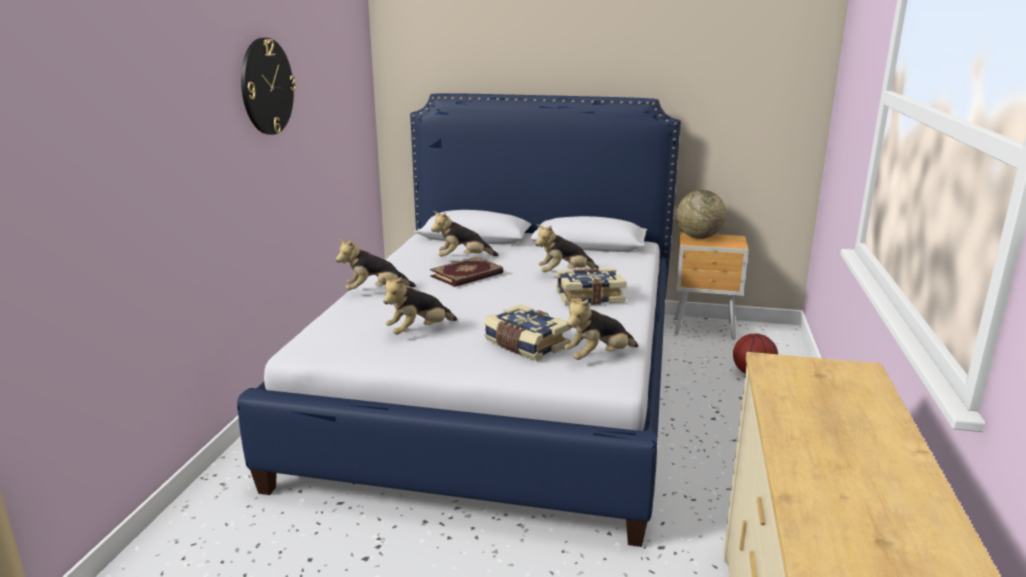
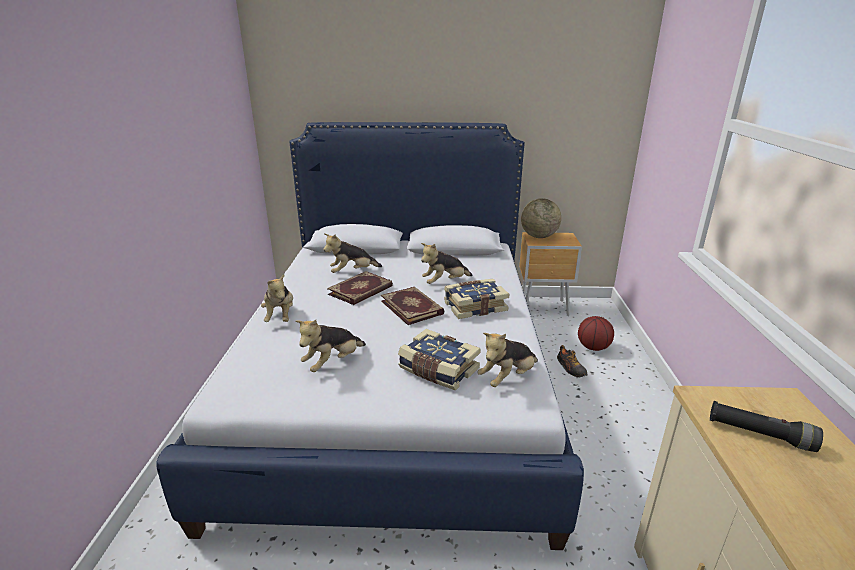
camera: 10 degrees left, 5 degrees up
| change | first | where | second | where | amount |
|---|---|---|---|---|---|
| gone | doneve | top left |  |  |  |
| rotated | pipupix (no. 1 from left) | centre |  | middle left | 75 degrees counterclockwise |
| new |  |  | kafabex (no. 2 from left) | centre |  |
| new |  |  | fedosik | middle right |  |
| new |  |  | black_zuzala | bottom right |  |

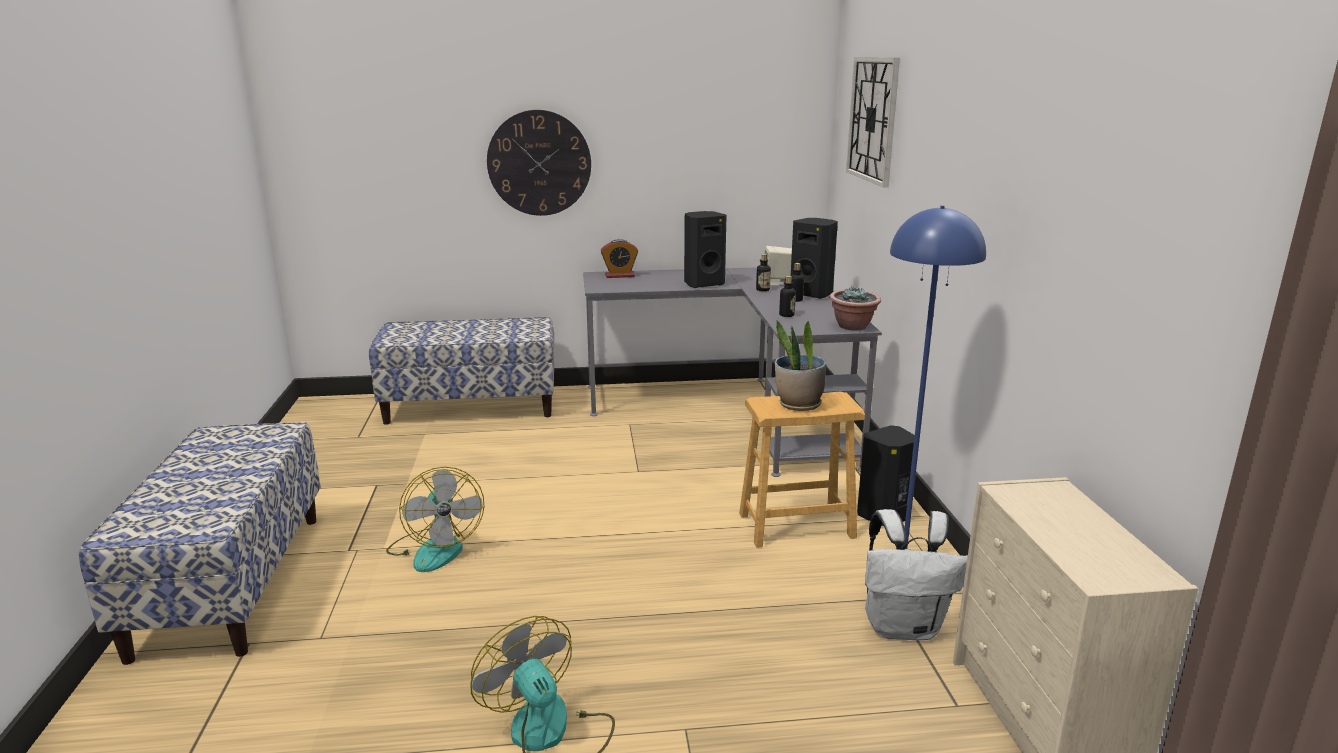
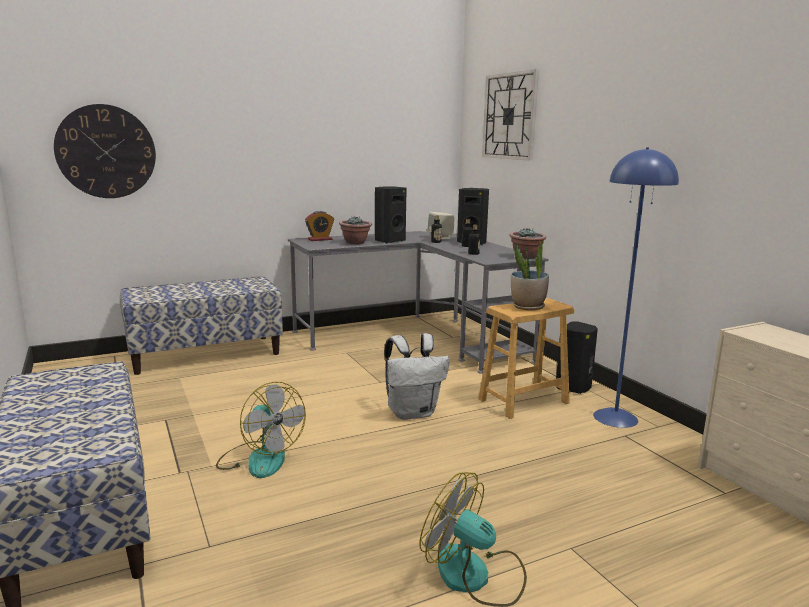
camera: 20 degrees left, 5 degrees down
| change | first | where | second | where | amount |
|---|---|---|---|---|---|
| shifted | doneve (no. 1 from left) | top centre |  | top left |  |
| shifted | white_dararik | bottom right |  | centre |  |
| new |  |  | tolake (no. 1 from left) | centre |  |

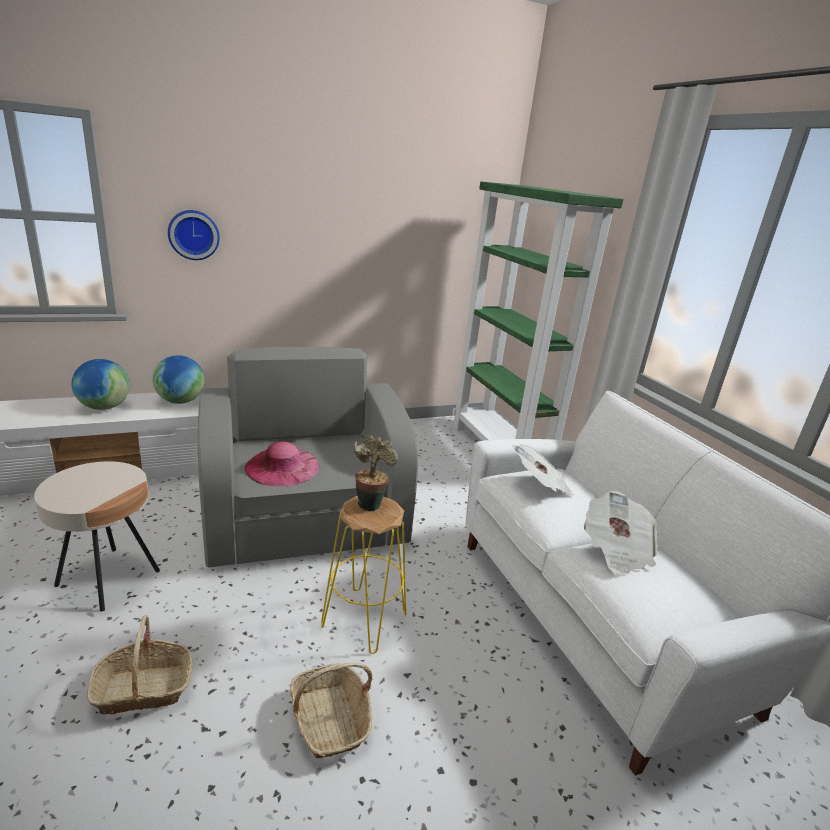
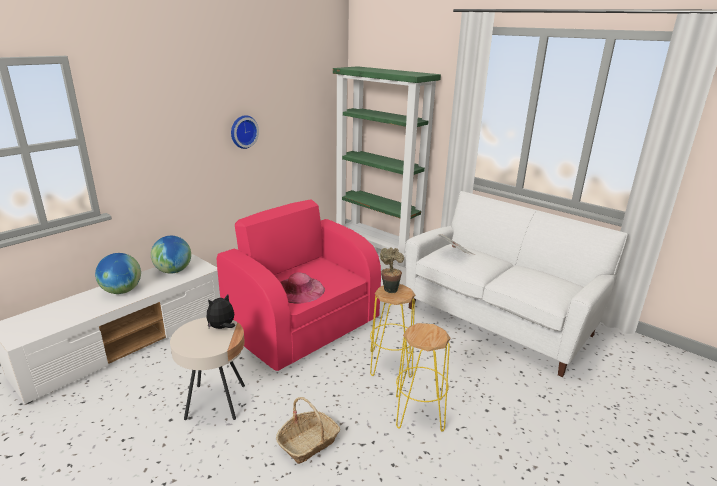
camera: 25 degrees left, 0 degrees up
| change | first | where | second | where | amount |
|---|---|---|---|---|---|
| shifted | doneve | top left |  | top centre |  |
| repainted | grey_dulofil | centre | pink_dulofil | centre |  |
| swapped | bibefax (no. 2 from left) | bottom centre | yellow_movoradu (no. 2 from left) | bottom centre |  |
| gone | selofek (no. 2 from left) | middle right |  |  |  |
| new |  |  | pipupix | middle left |  |

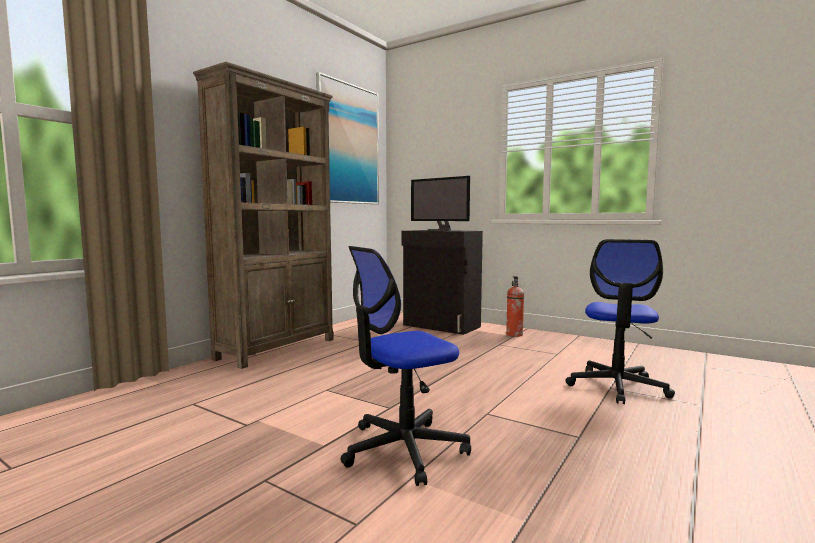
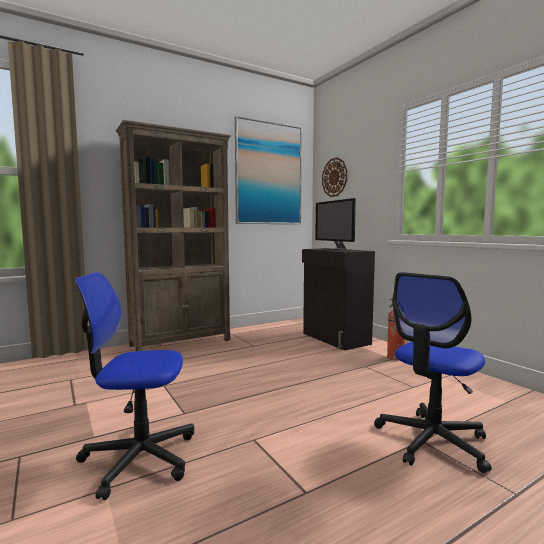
camera: 25 degrees right, 0 degrees up
| change | first | where | second | where | amount |
|---|---|---|---|---|---|
| new |  |  | doneve | top centre |  |

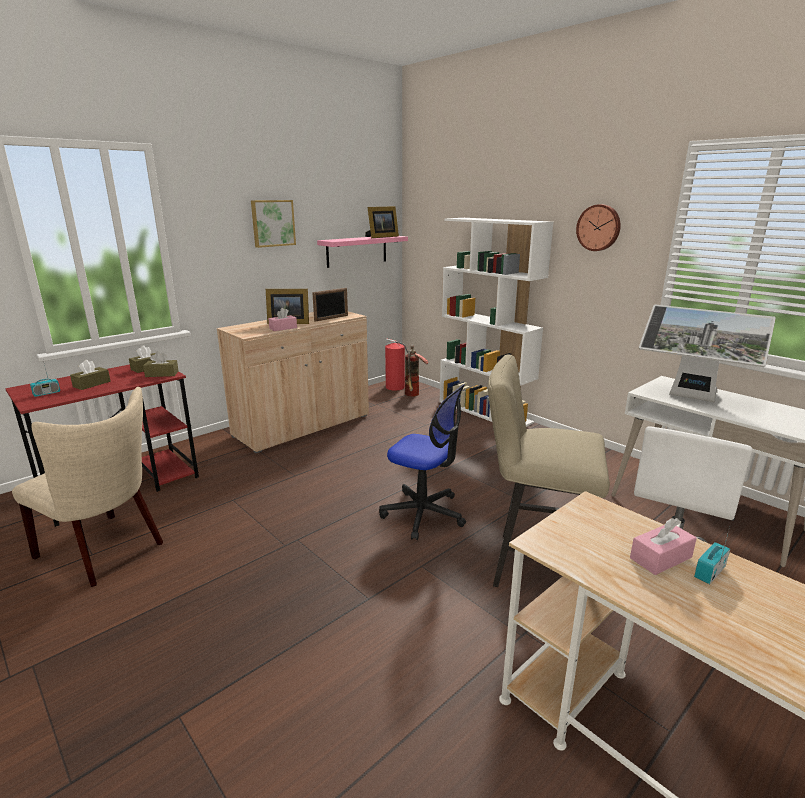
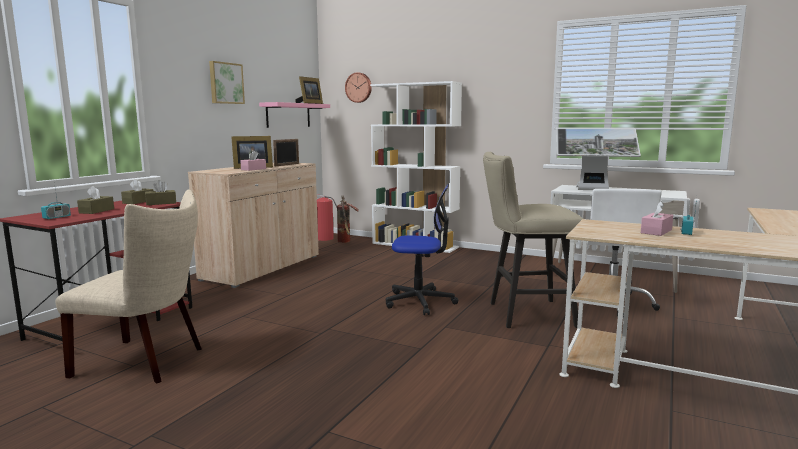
camera: 20 degrees left, 10 degrees down
| change | first | where | second | where | amount |
|---|---|---|---|---|---|
| shifted | doneve | top right |  | top centre |  |

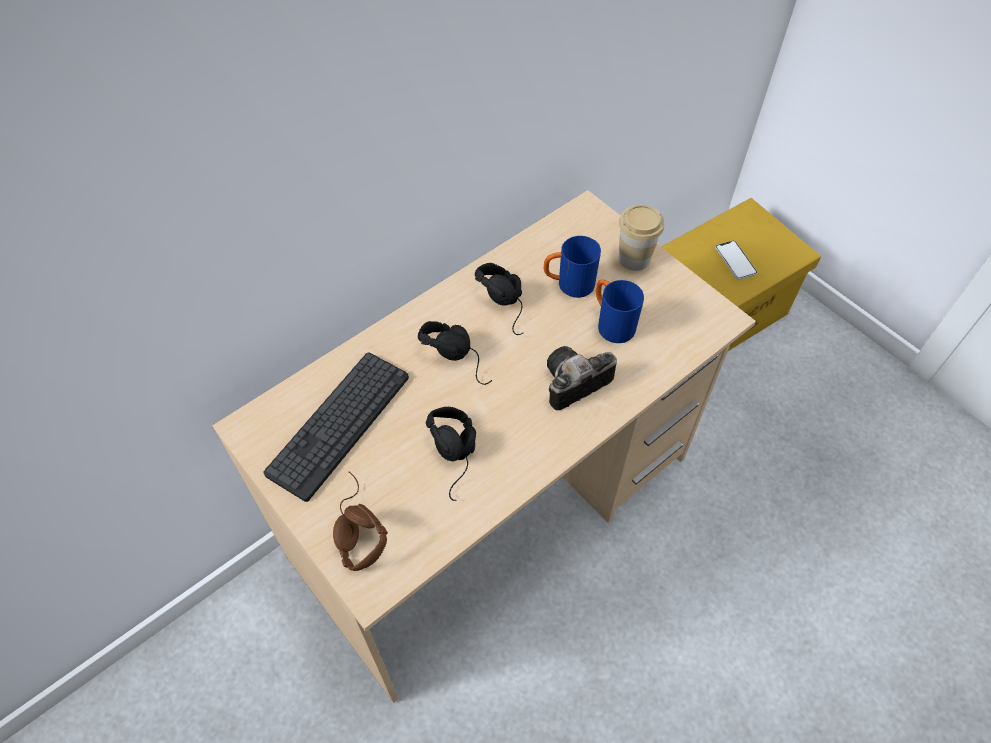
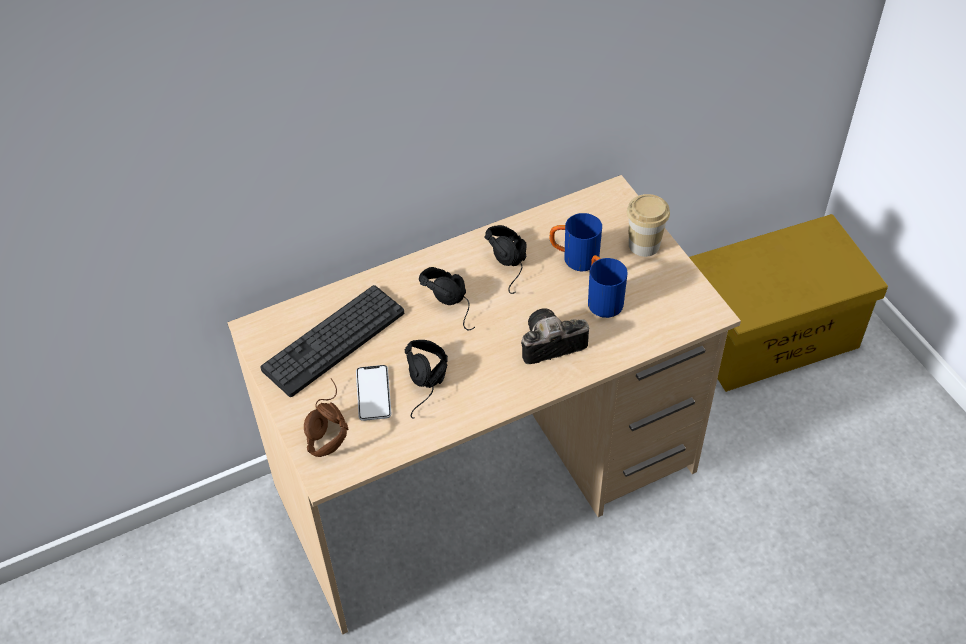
camera: 15 degrees right, 5 degrees down
| change | first | where | second | where | amount |
|---|---|---|---|---|---|
| shifted | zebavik | middle right |  | centre |  |

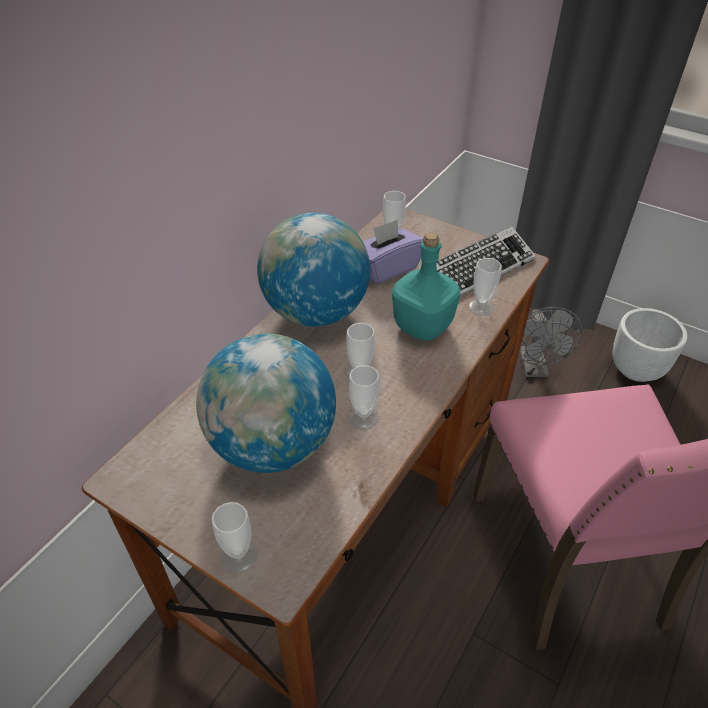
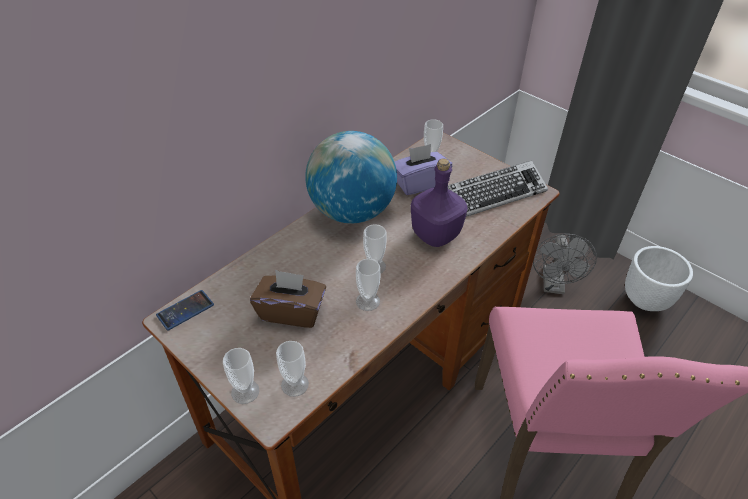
camera: 10 degrees right, 0 degrees up
| change | first | where | second | where | amount |
|---|---|---|---|---|---|
| swapped | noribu (no. 1 from left) | centre | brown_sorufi | centre |  |
| repainted | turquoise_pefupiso | centre | purple_pefupiso | centre |  |
| shifted | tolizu (no. 5 from left in the first image) | middle right | tolizu (no. 2 from left) | bottom centre |  |
| new |  |  | zebavik | middle left |  |

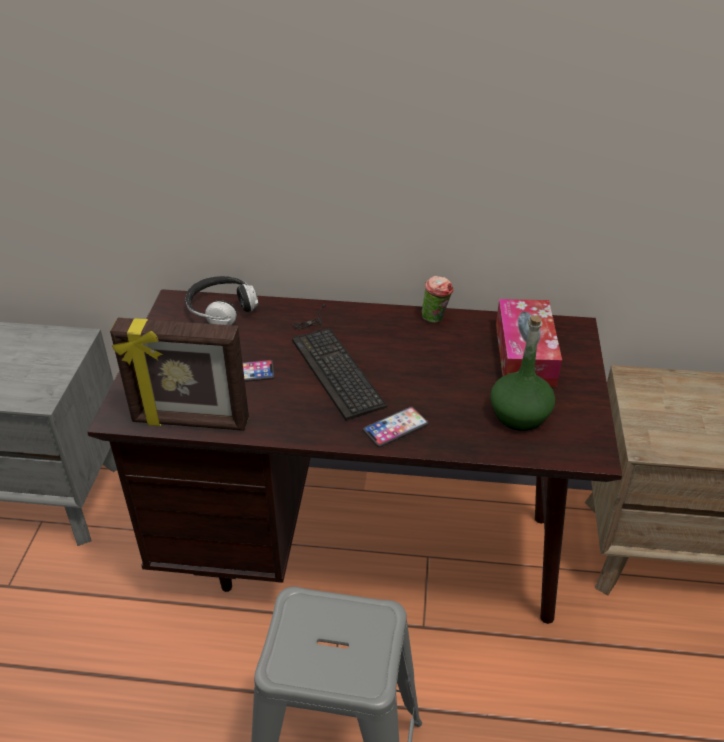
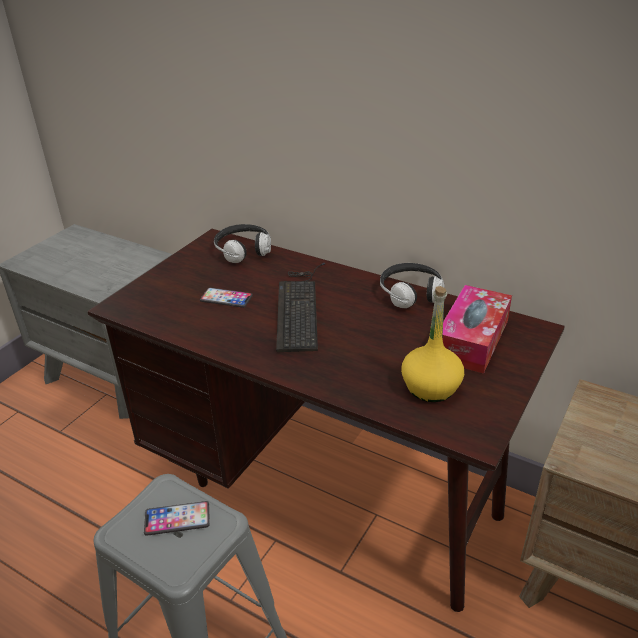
camera: 25 degrees right, 5 degrees down
| change | first | where | second | where | amount |
|---|---|---|---|---|---|
| gone | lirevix | middle left |  |  |  |
| shifted | zebavik (no. 2 from left in the first image) | centre | zebavik (no. 1 from left) | bottom left |  |
| swapped | tolizu | centre | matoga (no. 2 from left) | centre |  |
| repainted | green_pefupiso | middle right | yellow_pefupiso | middle right |  |

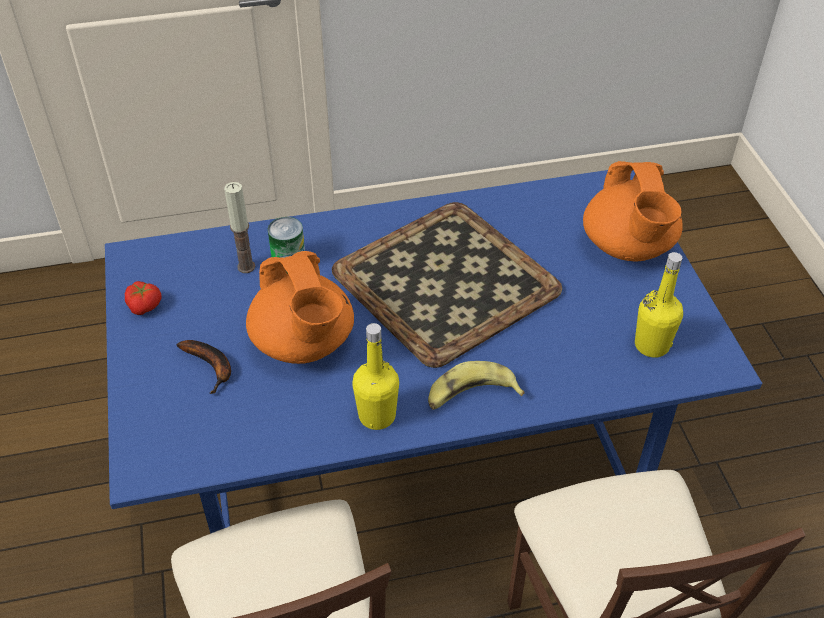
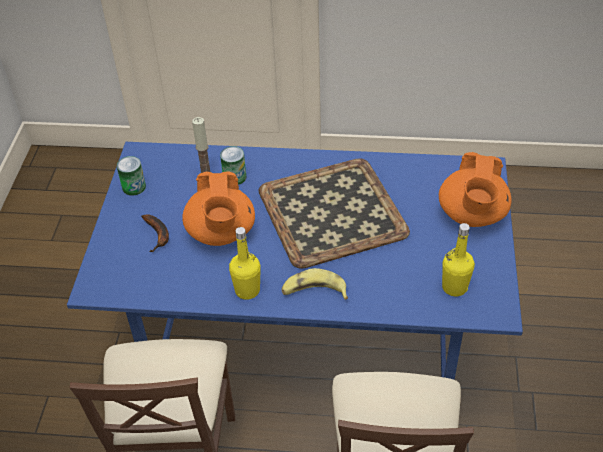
camera: 20 degrees right, 0 degrees up
| change | first | where | second | where | amount |
|---|---|---|---|---|---|
| swapped | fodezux | middle left | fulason (no. 1 from left) | middle left |  |

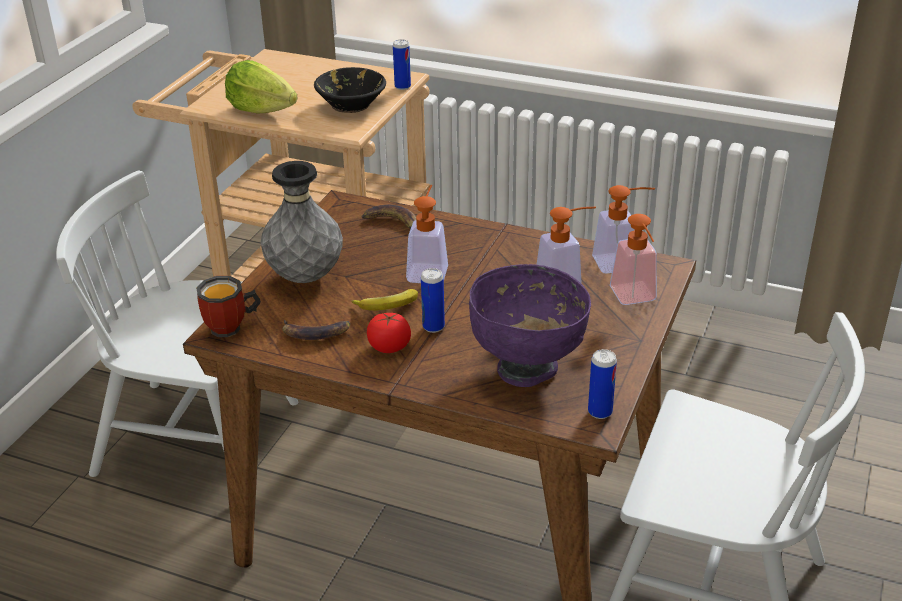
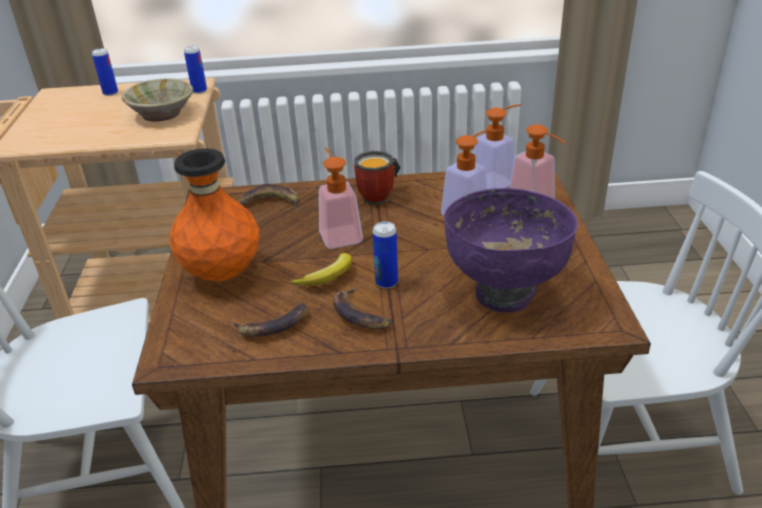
camera: 25 degrees left, 0 degrees up
| change | first | where | second | where | amount |
|---|---|---|---|---|---|
| shifted | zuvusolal | middle left |  | centre |  |
| gone | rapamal | top left |  |  |  |
| repainted | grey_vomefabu | centre | orange_vomefabu | middle left |  |
| repainted | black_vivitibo | top centre | beige_vivitibo | top left |  |
| swapped | fodezux | centre | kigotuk (no. 4 from left) | centre |  |
| shifted | fulason (no. 3 from left in the first image) | middle right | fulason (no. 1 from left) | top left |  |

